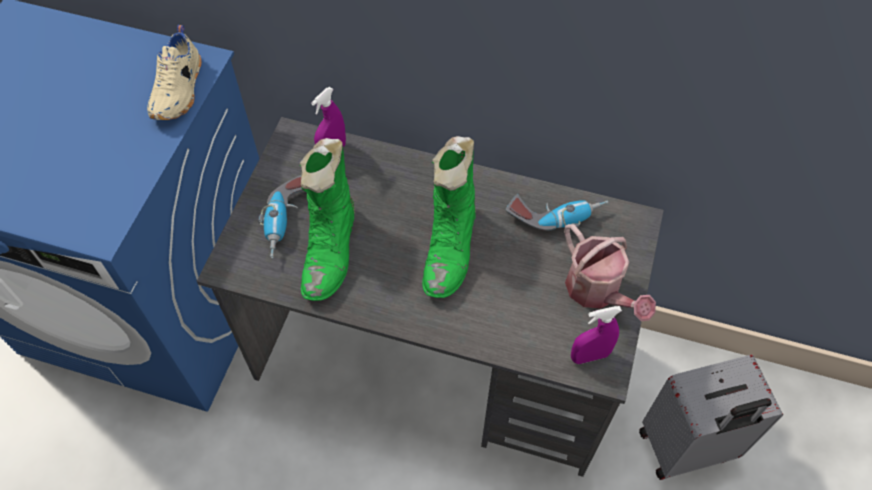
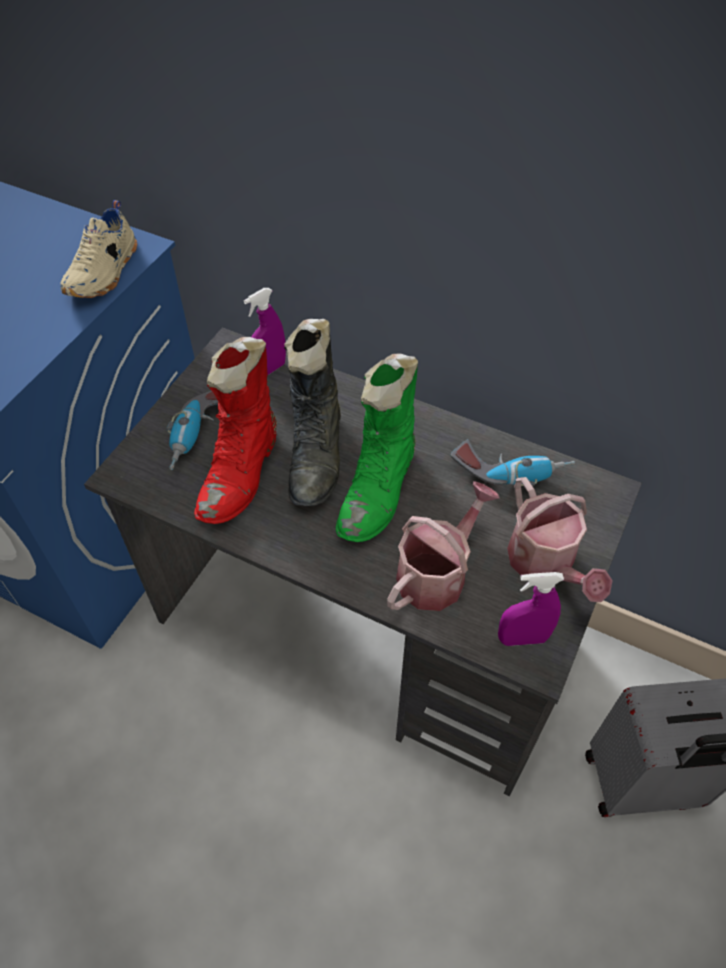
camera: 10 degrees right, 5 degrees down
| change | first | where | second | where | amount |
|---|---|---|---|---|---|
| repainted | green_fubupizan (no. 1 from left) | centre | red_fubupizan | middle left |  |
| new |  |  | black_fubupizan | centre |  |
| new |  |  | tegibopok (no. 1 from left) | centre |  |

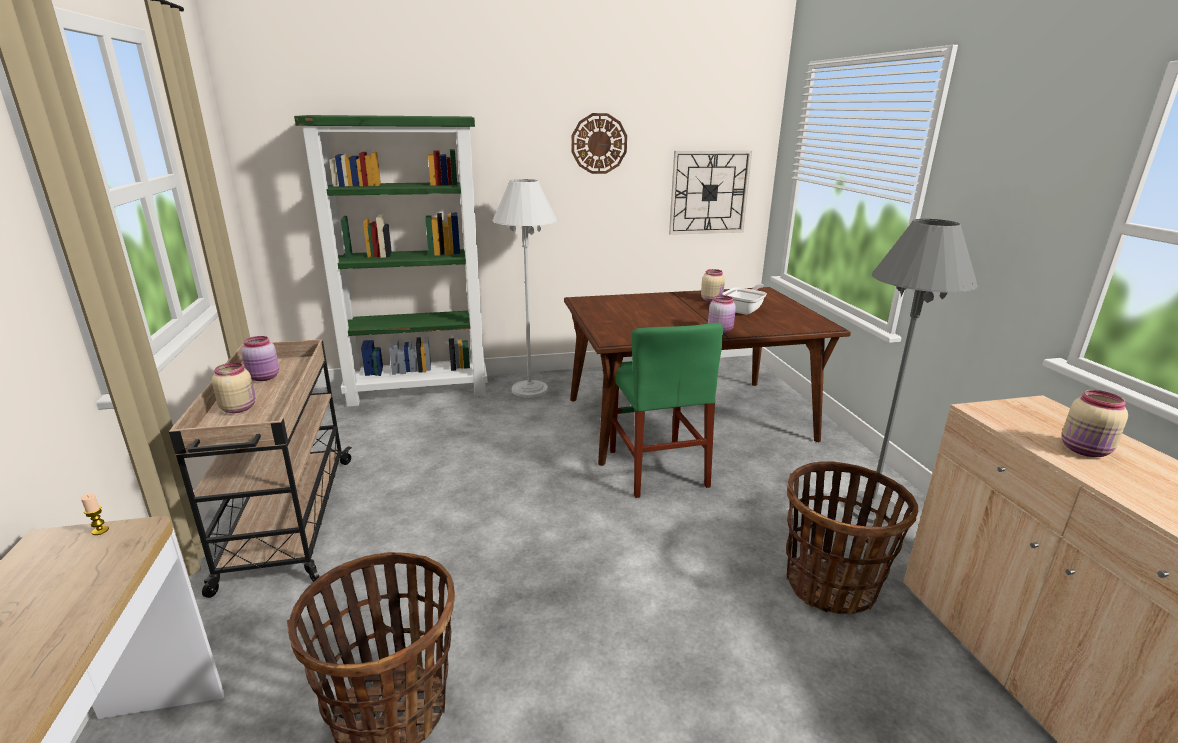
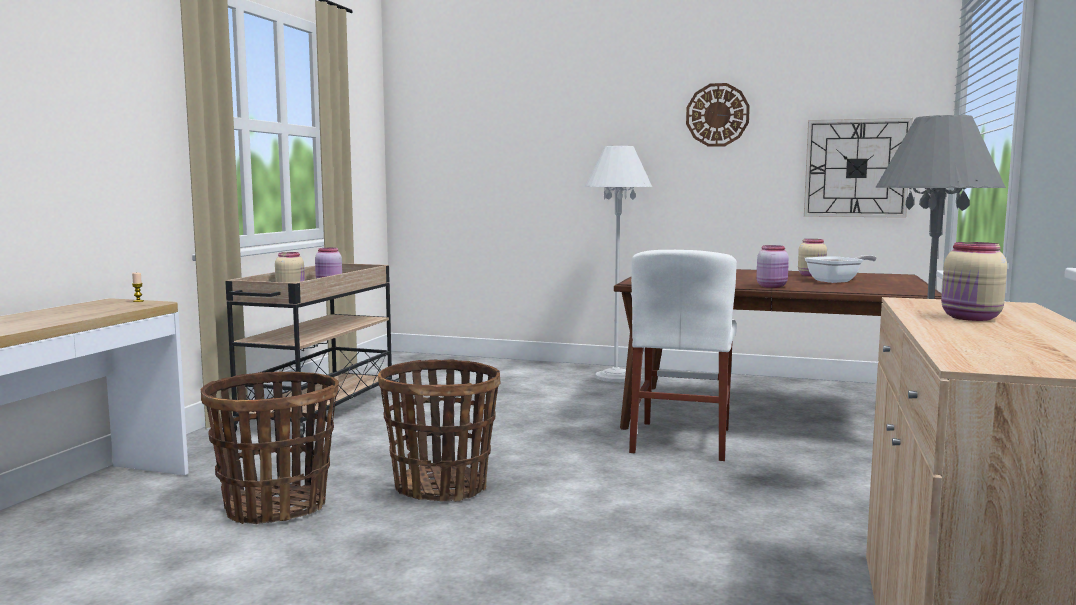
camera: 30 degrees right, 15 degrees down
| change | first | where | second | where | amount |
|---|---|---|---|---|---|
| gone | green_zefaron | middle left |  |  |  |
| repainted | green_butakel | centre | white_butakel | centre |  |
| shifted | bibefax (no. 2 from left) | bottom right |  | bottom centre |  |

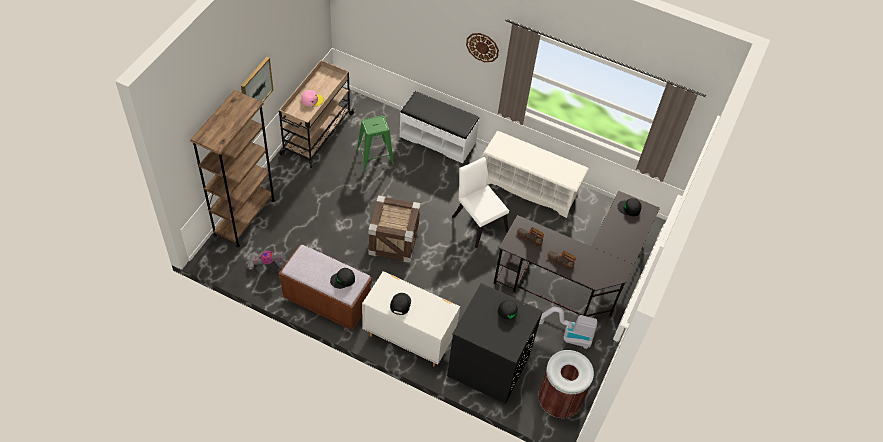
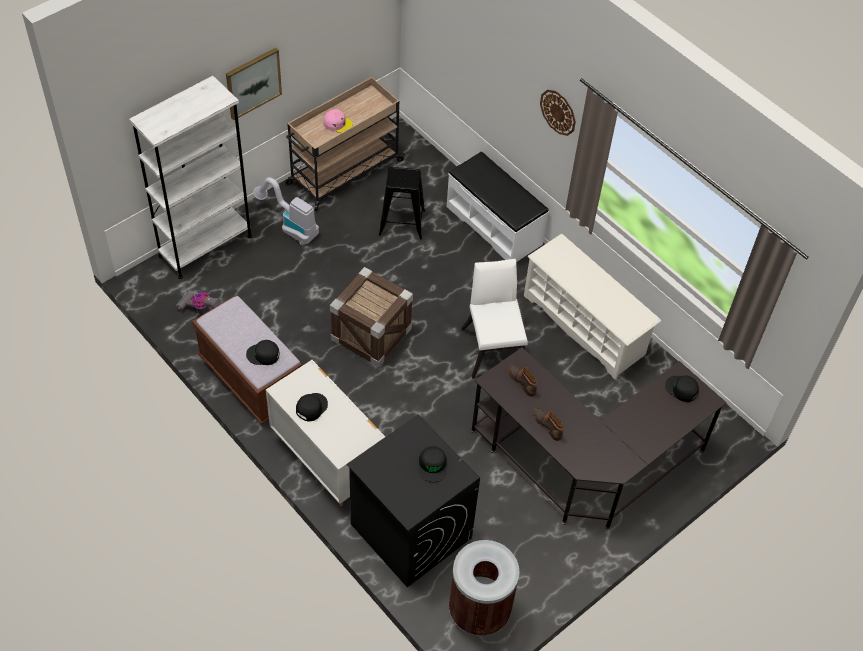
camera: 25 degrees right, 0 degrees up
| change | first | where | second | where | amount |
|---|---|---|---|---|---|
| repainted | brown_zefaron | middle left | white_zefaron | top left |  |
| repainted | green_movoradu | top centre | black_movoradu | top centre |  |
| shifted | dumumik (no. 2 from left) | bottom centre |  | top left |  |

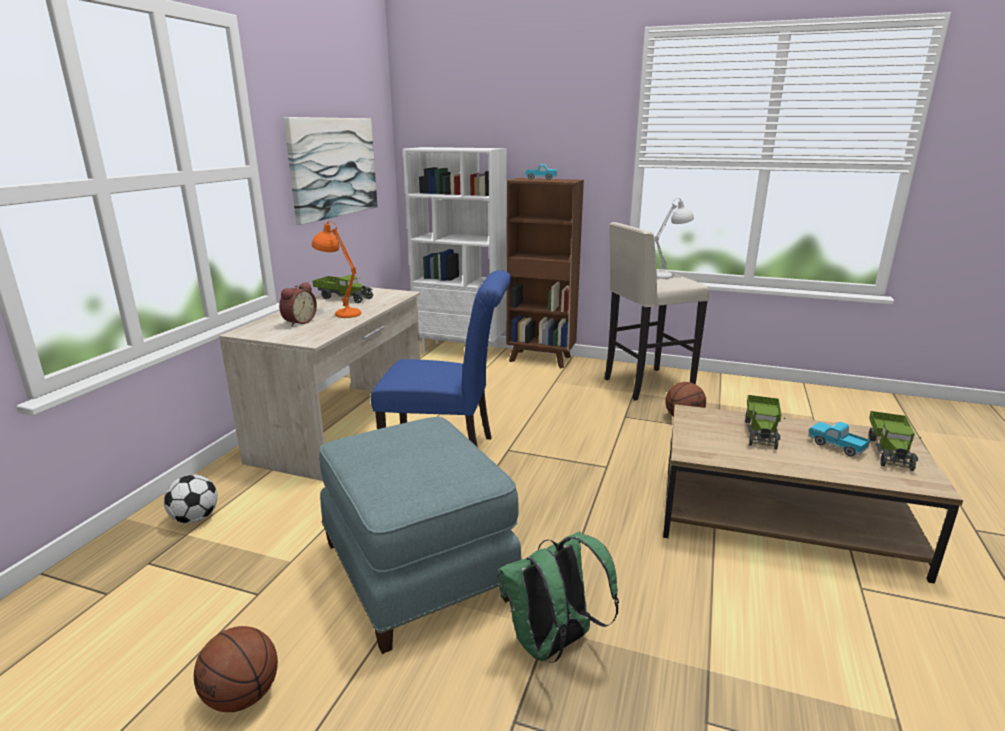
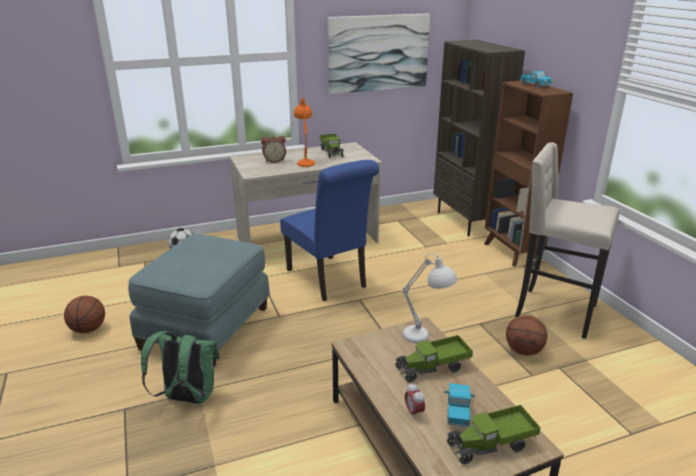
camera: 50 degrees right, 5 degrees up
| change | first | where | second | where | amount |
|---|---|---|---|---|---|
| repainted | white_zefaron | centre | brown_zefaron (no. 1 from left) | top right |  |
| shifted | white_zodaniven | top right |  | centre |  |
| new |  |  | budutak (no. 2 from left) | bottom centre |  |

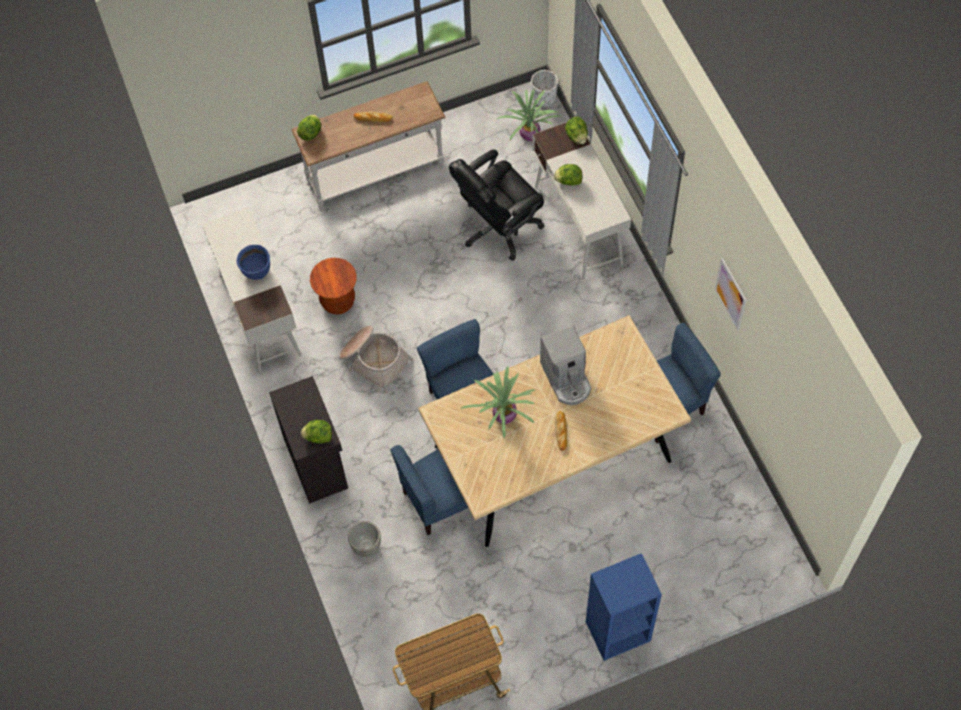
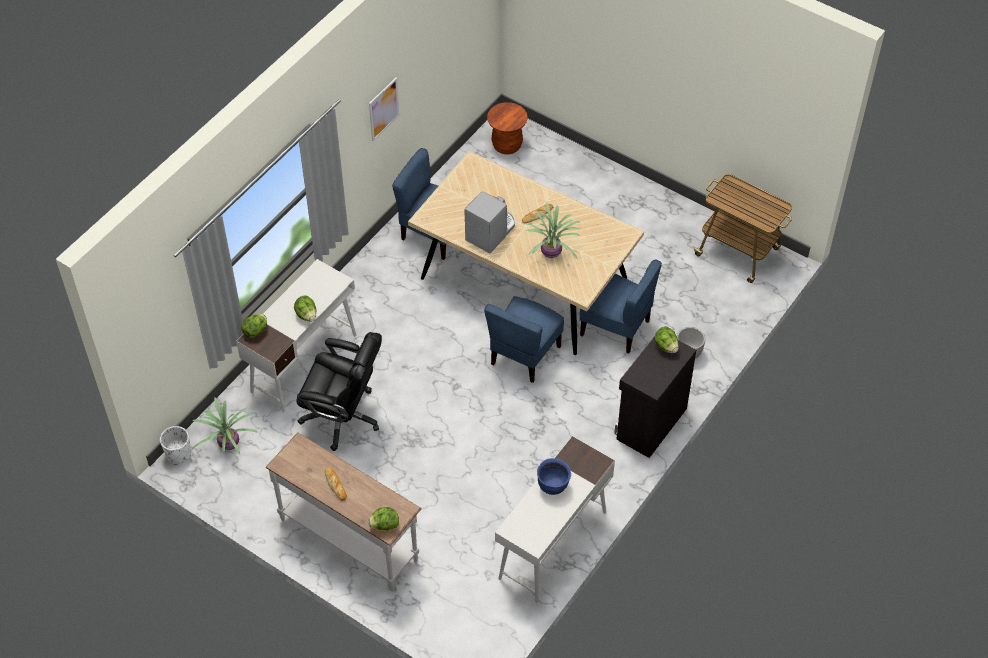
camera: 125 degrees left, 10 degrees down
| change | first | where | second | where | amount |
|---|---|---|---|---|---|
| shifted | brown_movoradu | centre |  | top centre |  |
| gone | bibefax | centre |  |  |  |
| gone | blue_zefaron | bottom centre |  |  |  |

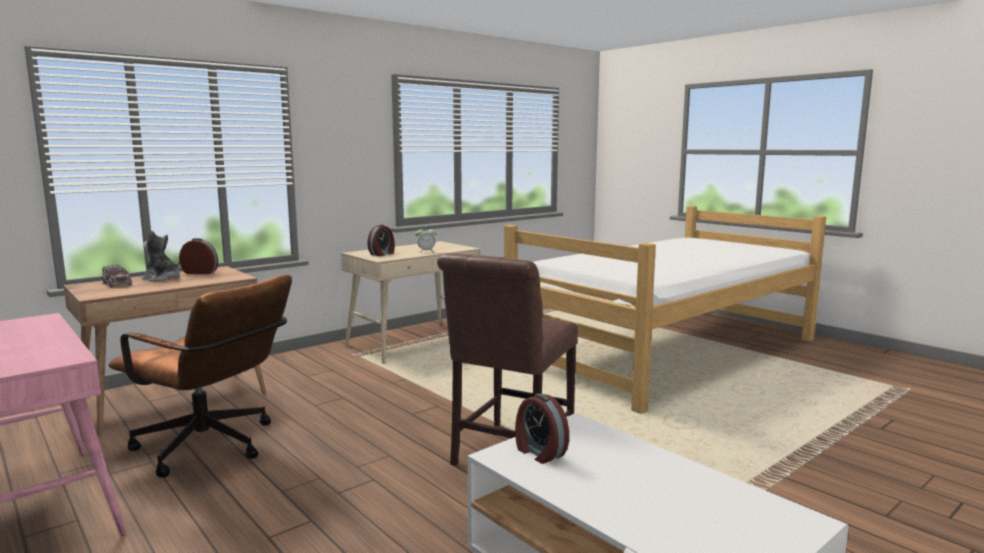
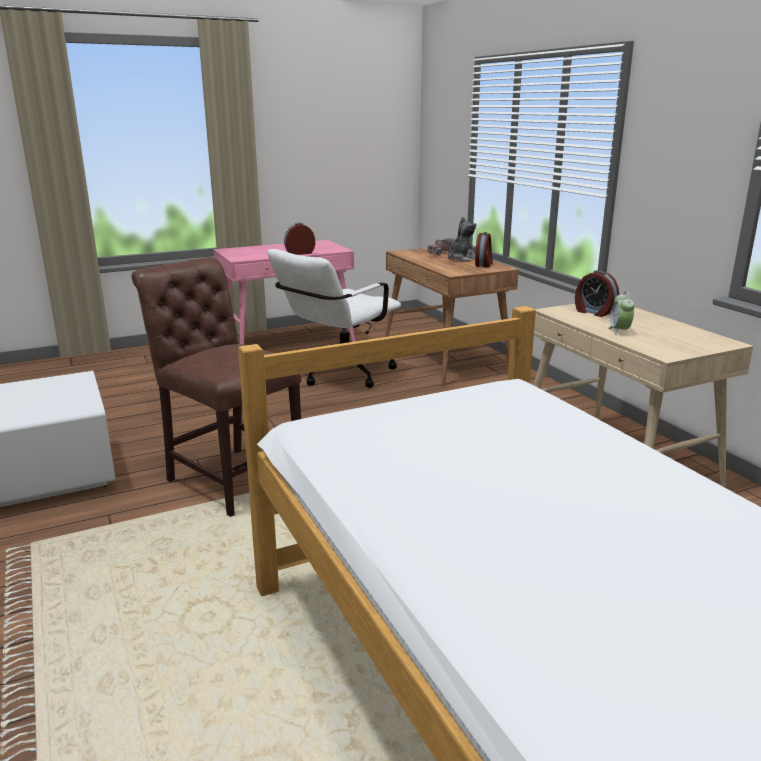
camera: 105 degrees right, 10 degrees up
| change | first | where | second | where | amount |
|---|---|---|---|---|---|
| repainted | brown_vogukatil | bottom left | white_vogukatil | centre |  |
| shifted | budutak (no. 4 from left in the first image) | bottom centre | budutak (no. 1 from left) | top centre |  |

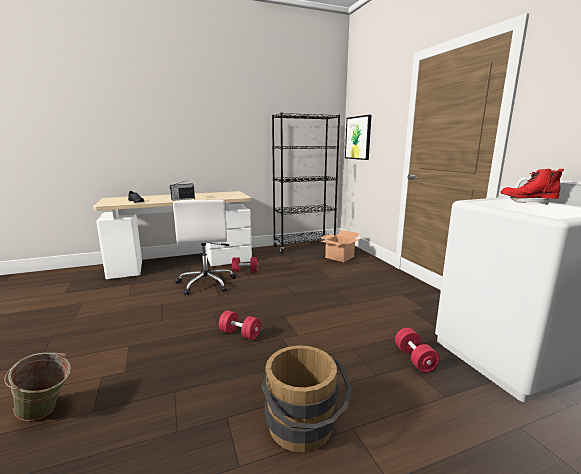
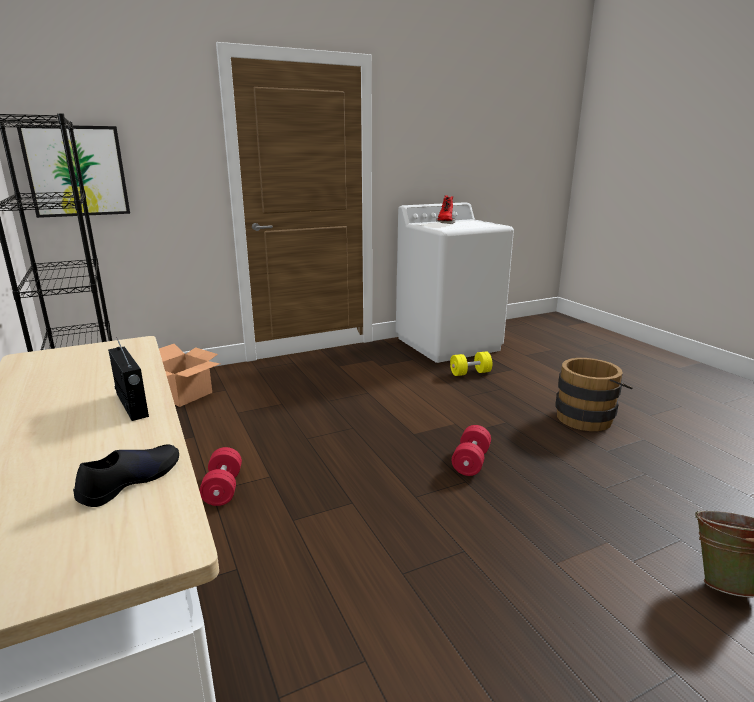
camera: 95 degrees left, 5 degrees up
| change | first | where | second | where | amount |
|---|---|---|---|---|---|
| gone | white_vogukatil | centre |  |  |  |
| repainted | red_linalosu (no. 3 from left) | bottom right | yellow_linalosu | centre |  |

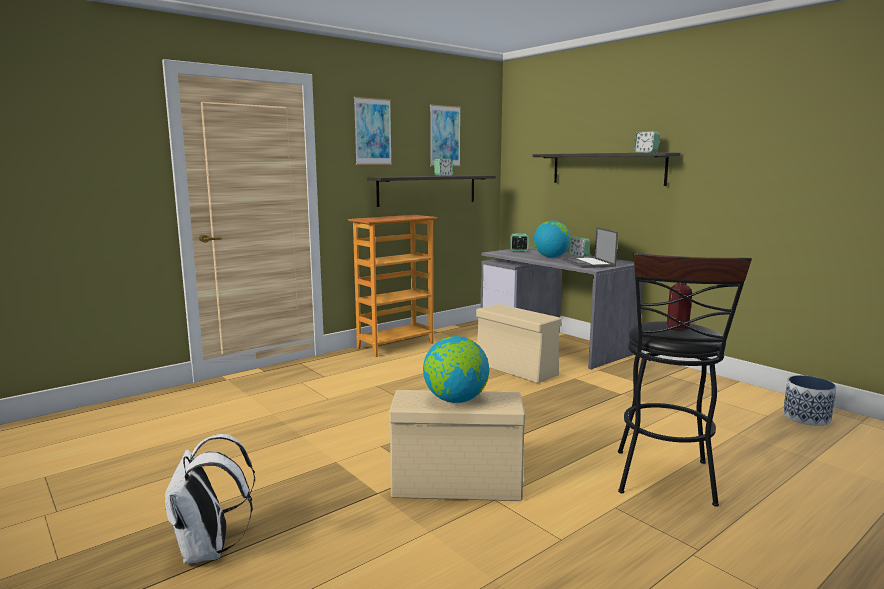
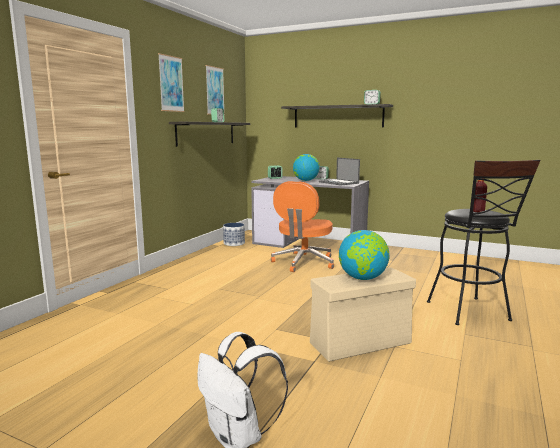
camera: 25 degrees left, 0 degrees up
| change | first | where | second | where | amount |
|---|---|---|---|---|---|
| gone | zefaron | centre |  |  |  |
| swapped | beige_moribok (no. 2 from left) | centre | orange_vogukatil | centre |  |
| shifted | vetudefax | bottom right |  | centre |  |

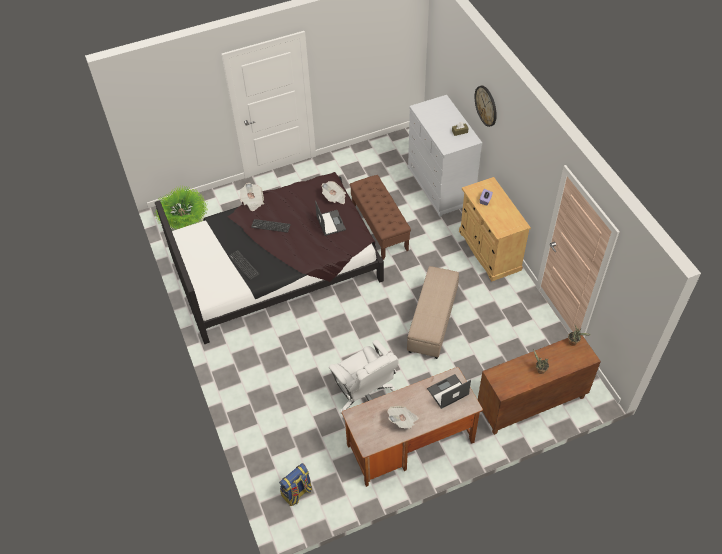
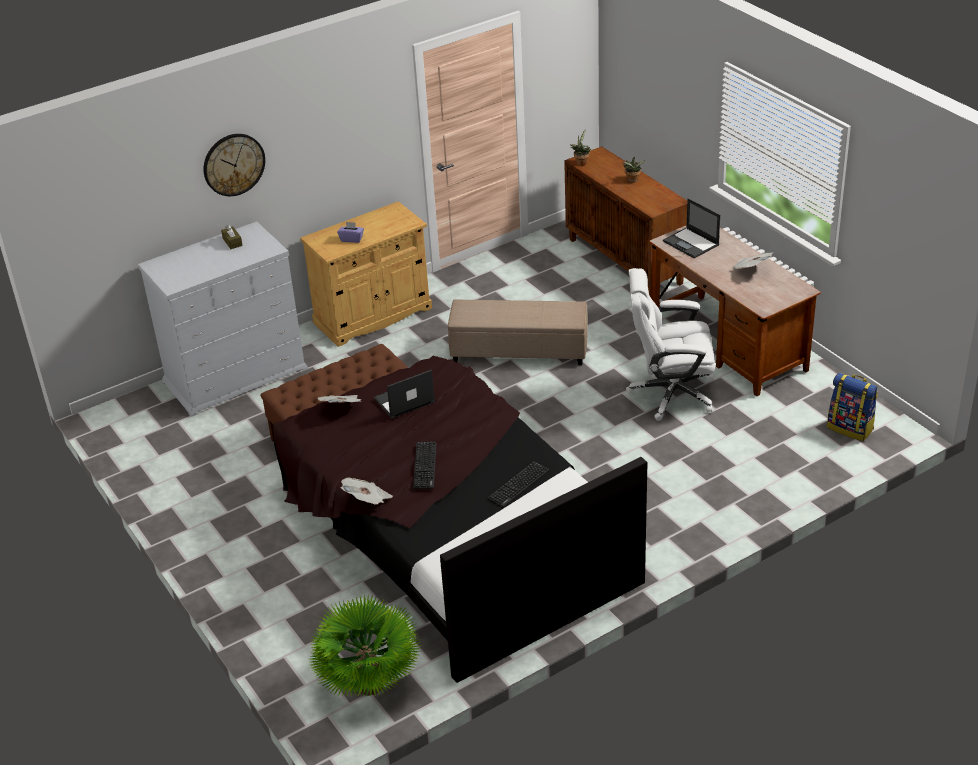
camera: 100 degrees left, 15 degrees down
| change | first | where | second | where | amount |
|---|---|---|---|---|---|
| rotated | white_vogukatil | bottom centre |  | middle right | 135 degrees counterclockwise |

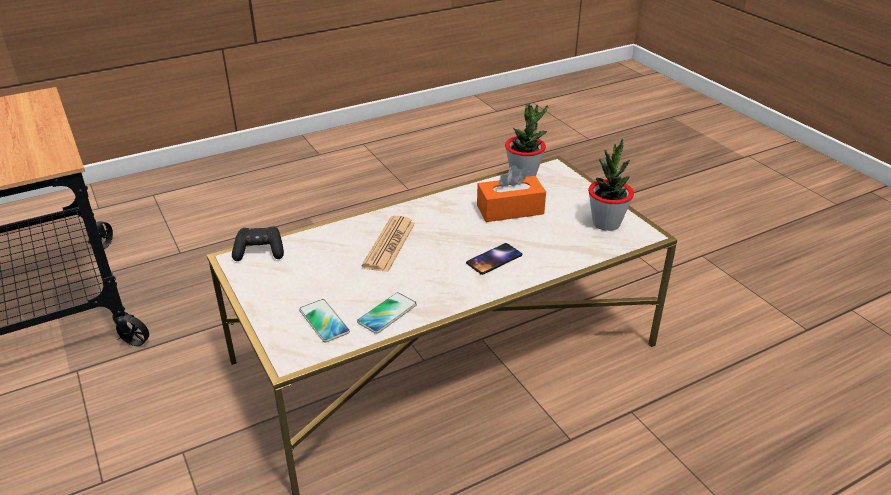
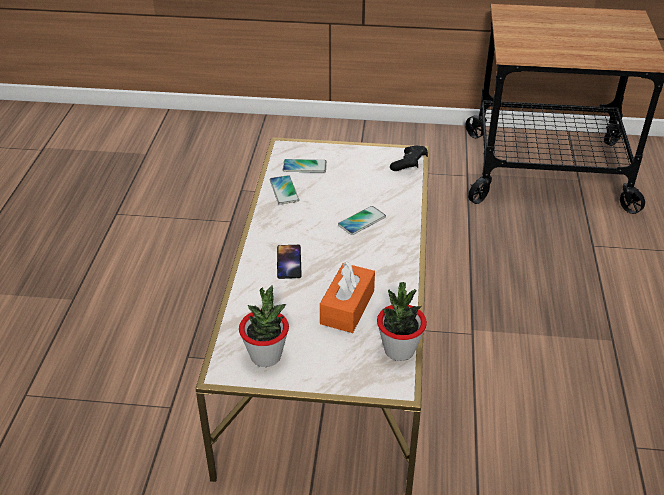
camera: 125 degrees right, 5 degrees up
| change | first | where | second | where | amount |
|---|---|---|---|---|---|
| swapped | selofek | centre | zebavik (no. 4 from left) | centre |  |

